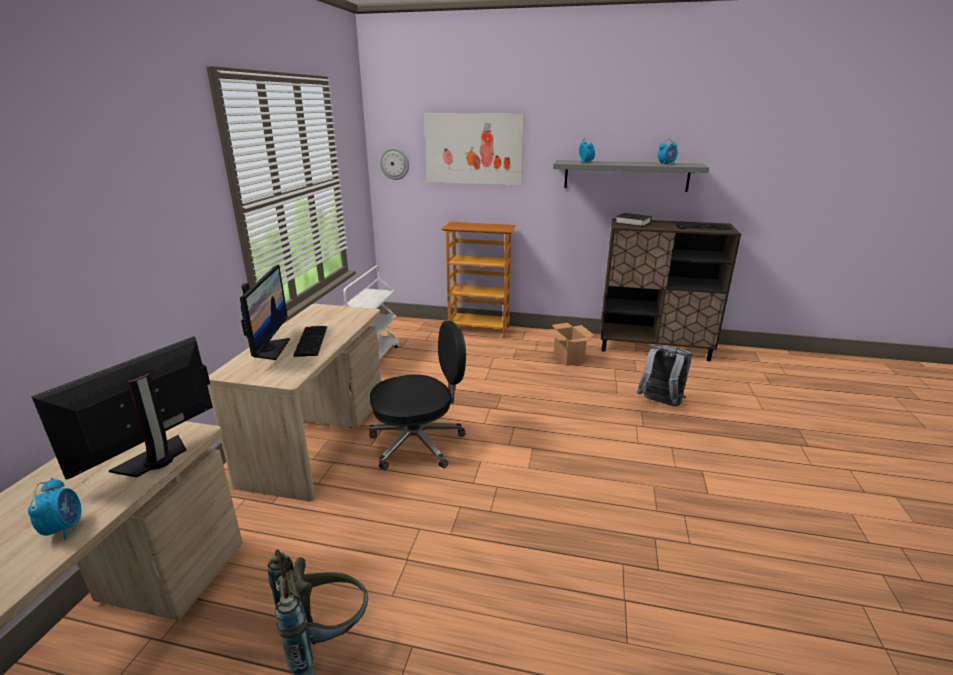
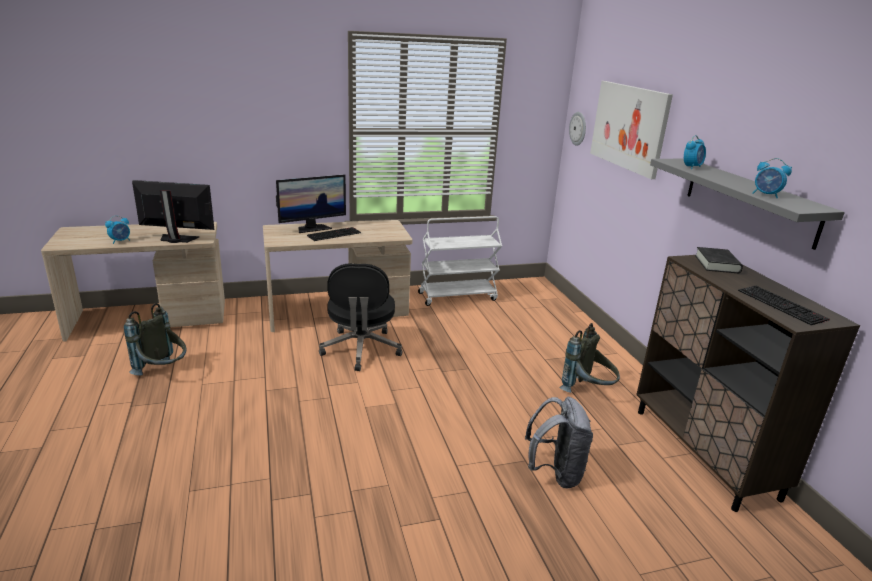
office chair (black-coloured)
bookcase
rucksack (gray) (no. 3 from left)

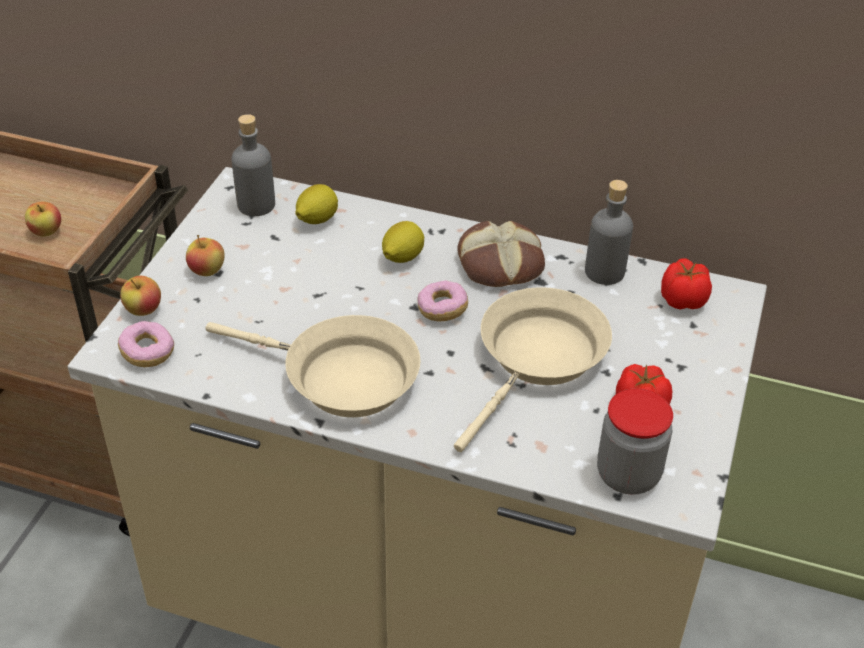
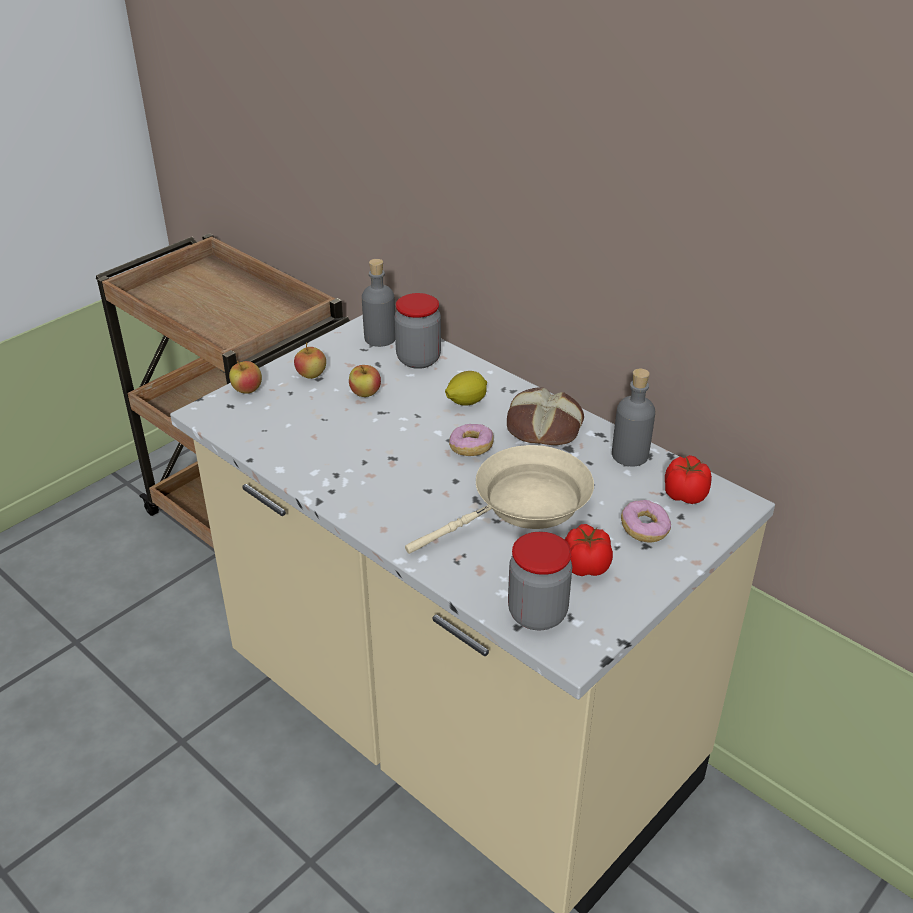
apple (no. 3 from left)
doughnut (no. 2 from left)
frying pan (beige) (no. 1 from left in the first image)
jar (no. 1 from left)

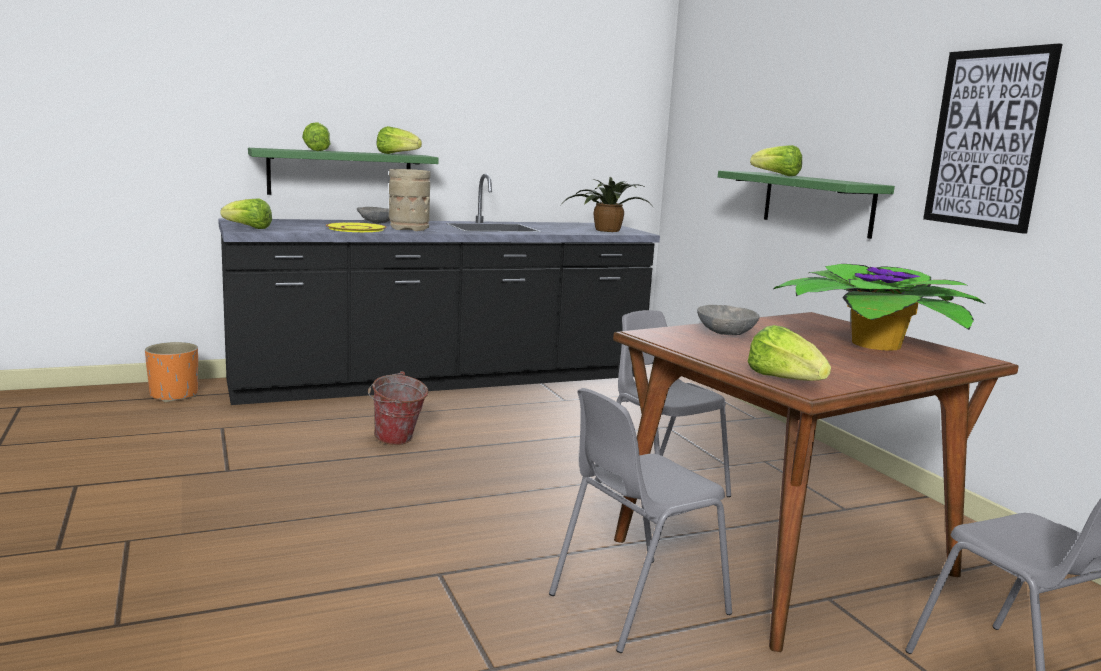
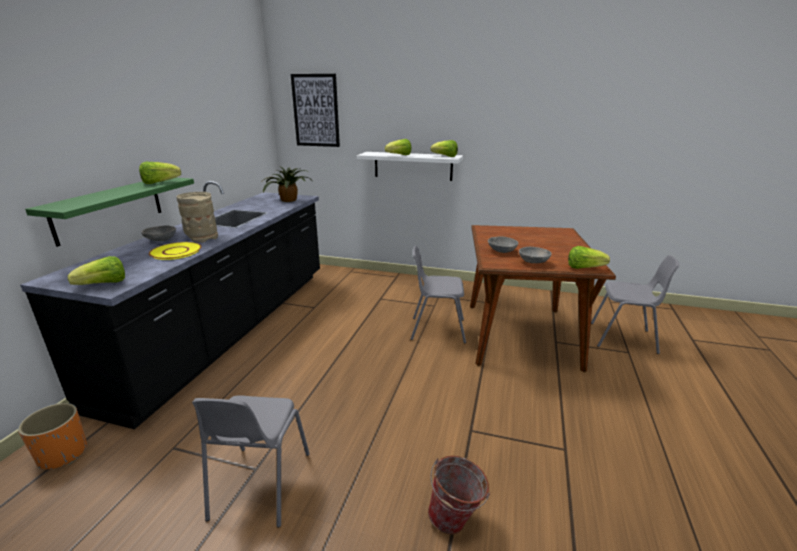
lettuce (no. 4 from left)
bucket
chair (gray) (no. 1 from left)
bracket shelf (white)
houseplant (no. 2 from left in the first image)
wall art
bowl (gray) (no. 3 from left)

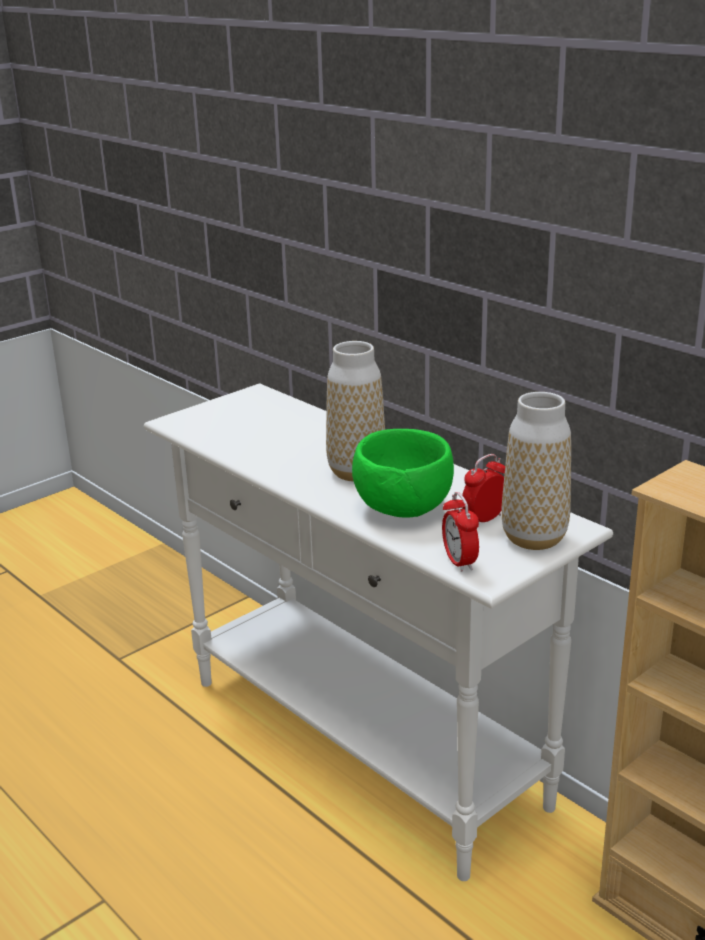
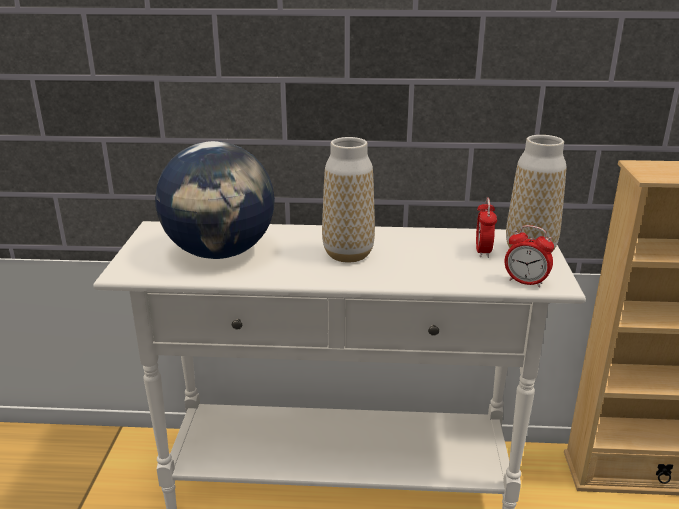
bowl (green)
globe

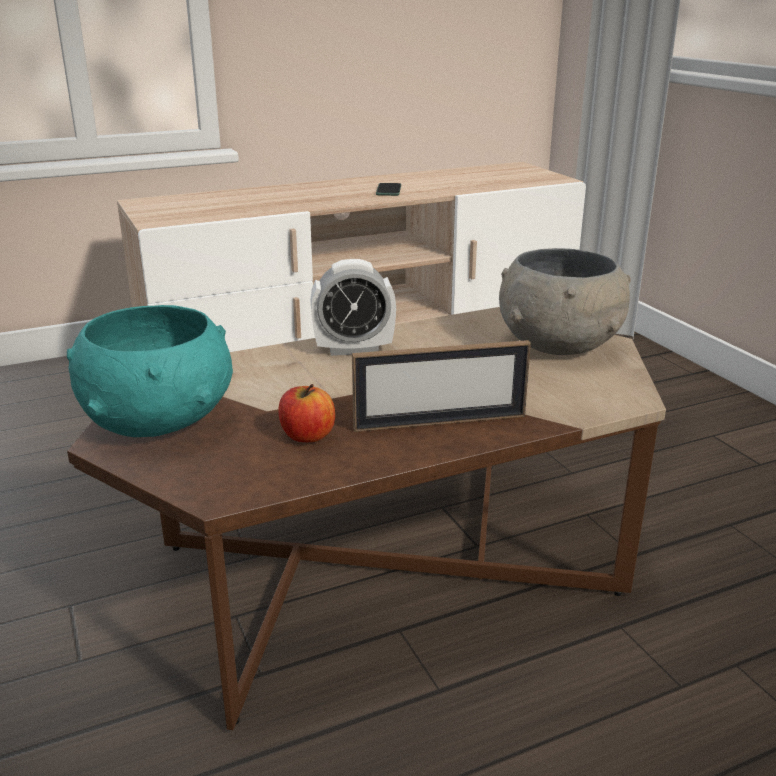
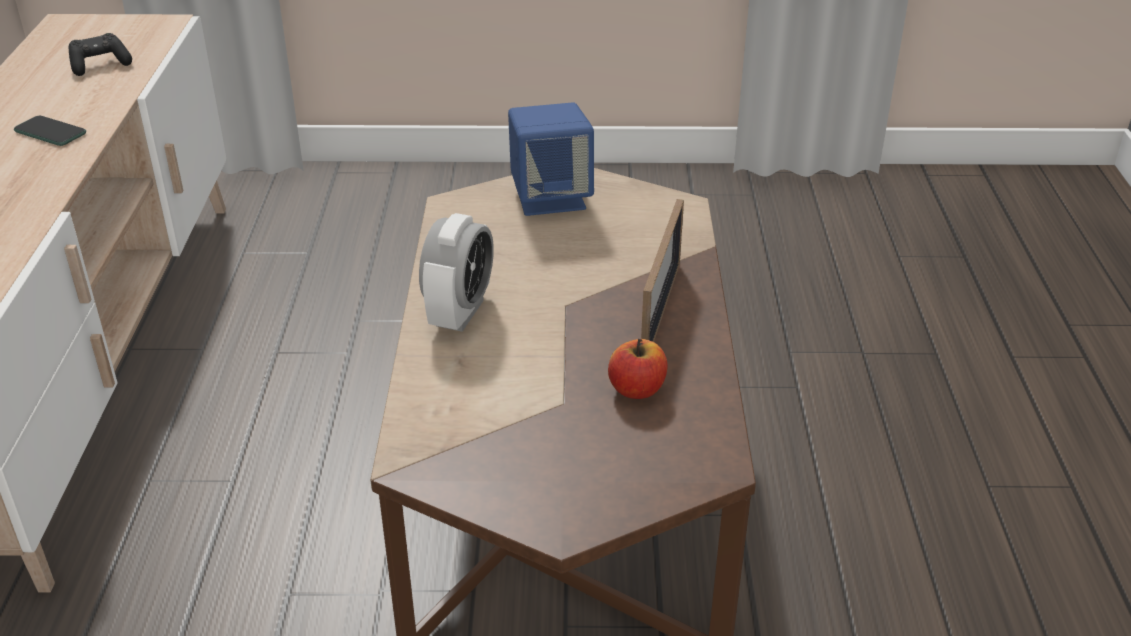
bowl (turquoise-coloured)
speaker (bluish)
joypad (black-coloured)

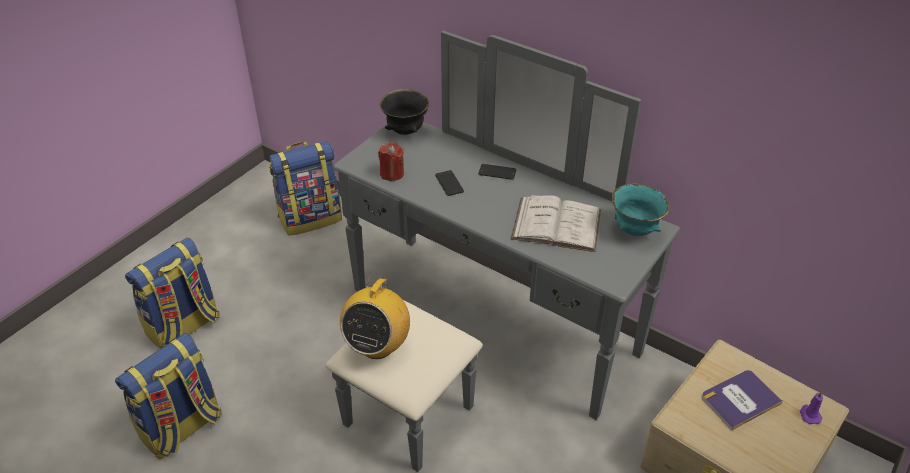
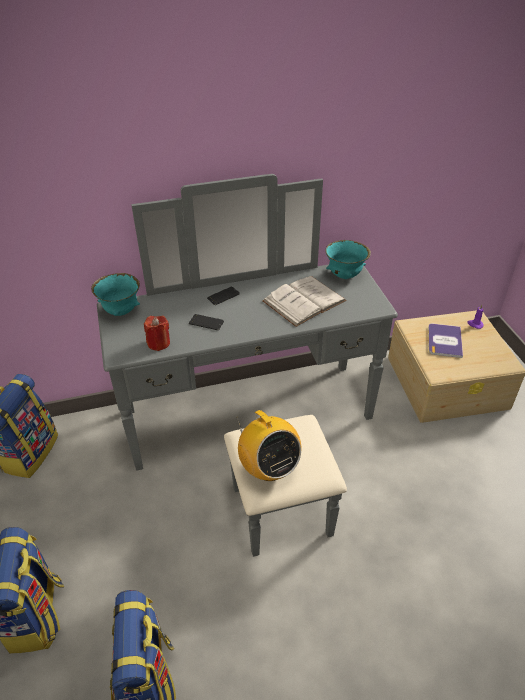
bowl (turquoise-coloured) (no. 1 from left)

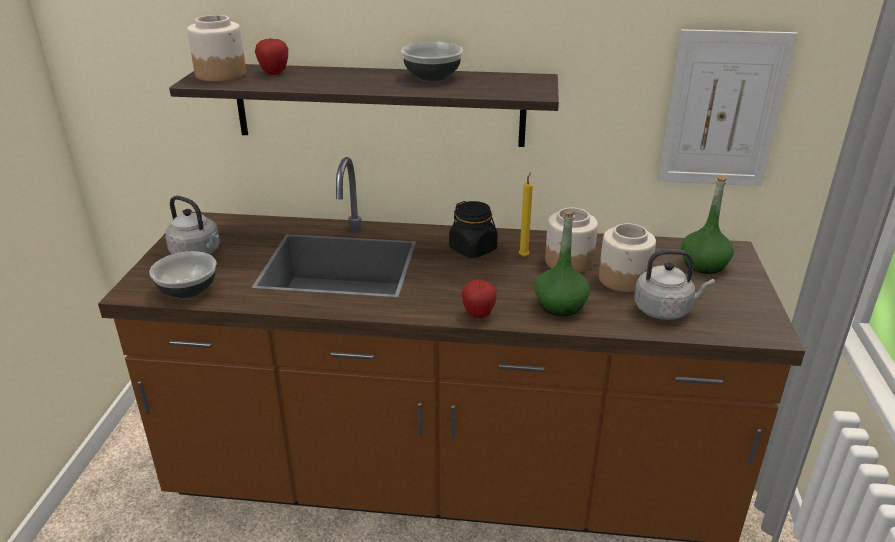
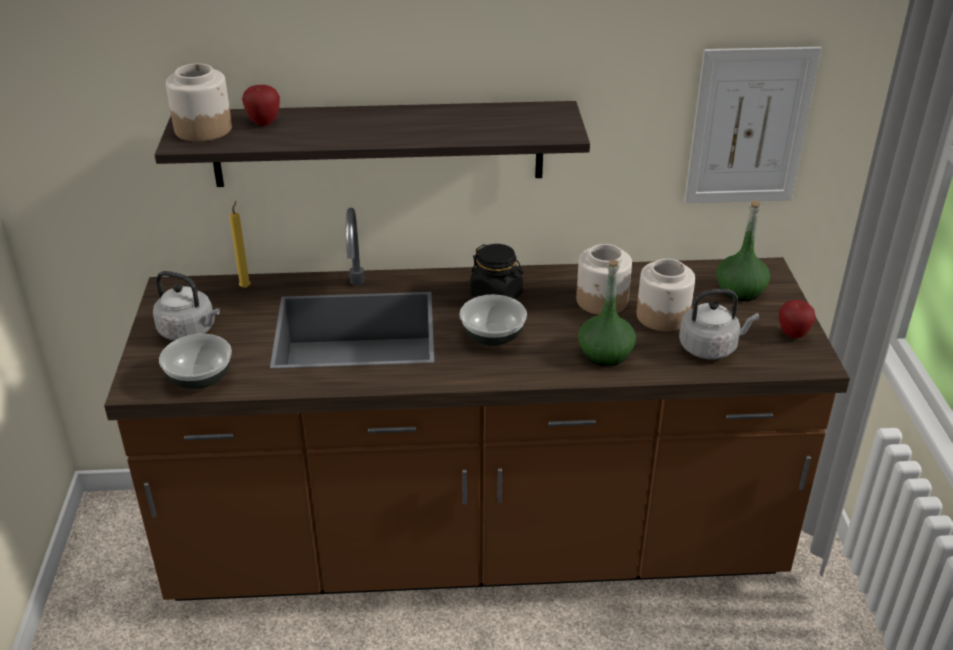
bowl (no. 2 from left)
apple (no. 2 from left)
wax light (yellowish)

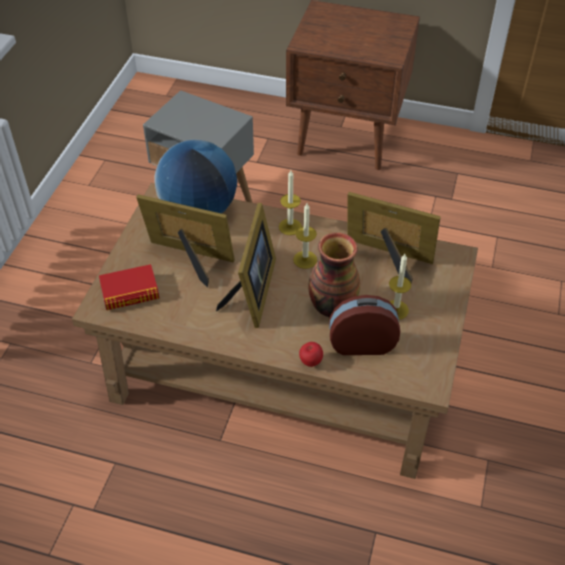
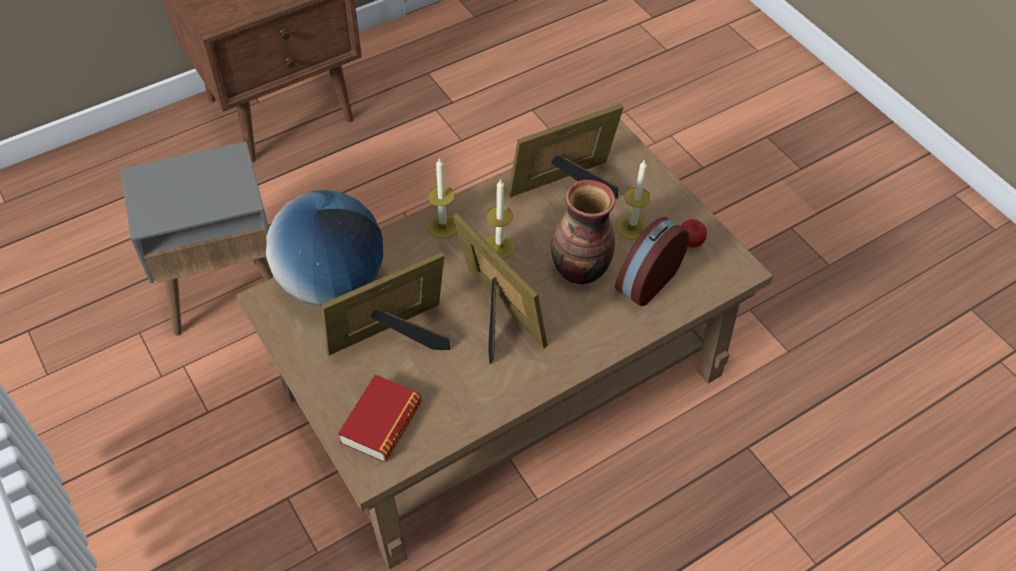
apple

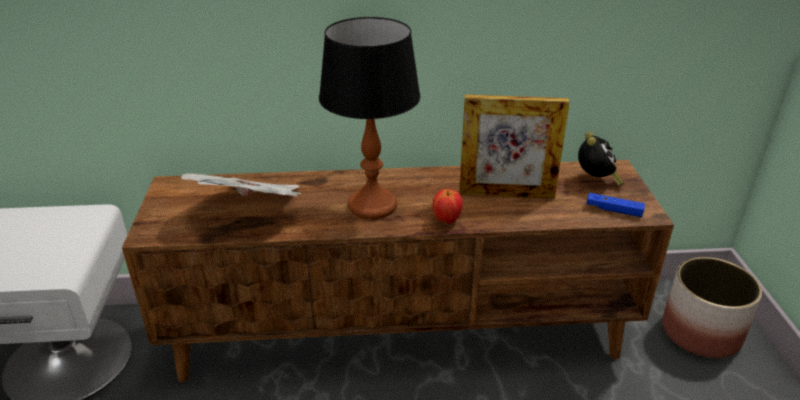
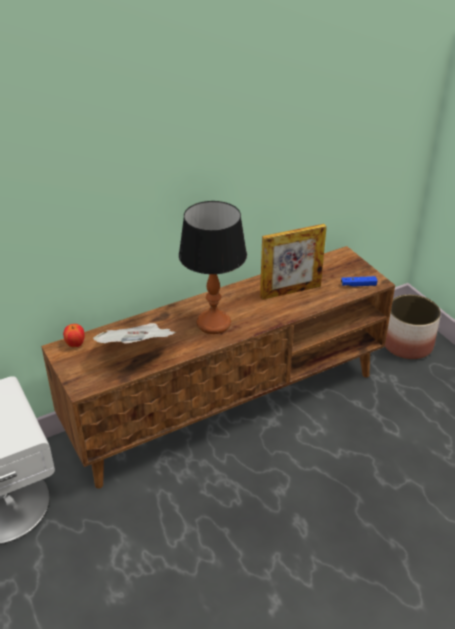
apple
table clock

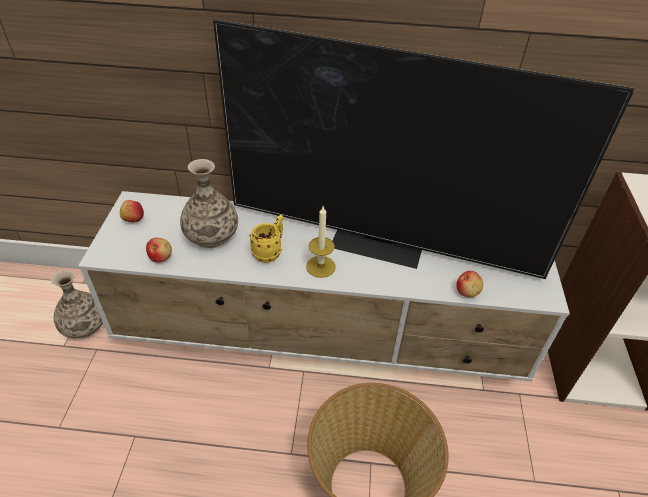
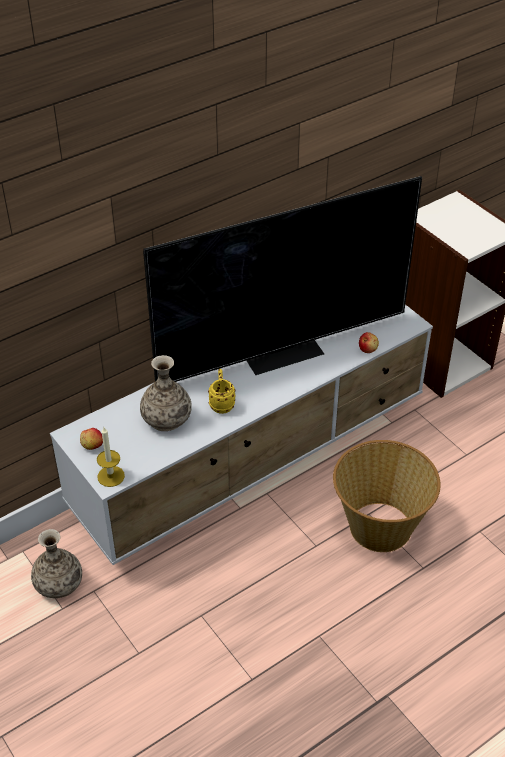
apple (no. 2 from left in the first image)
wax light

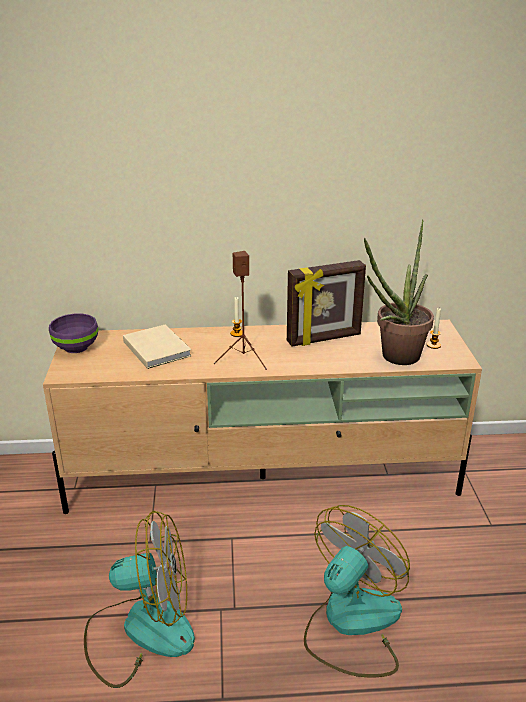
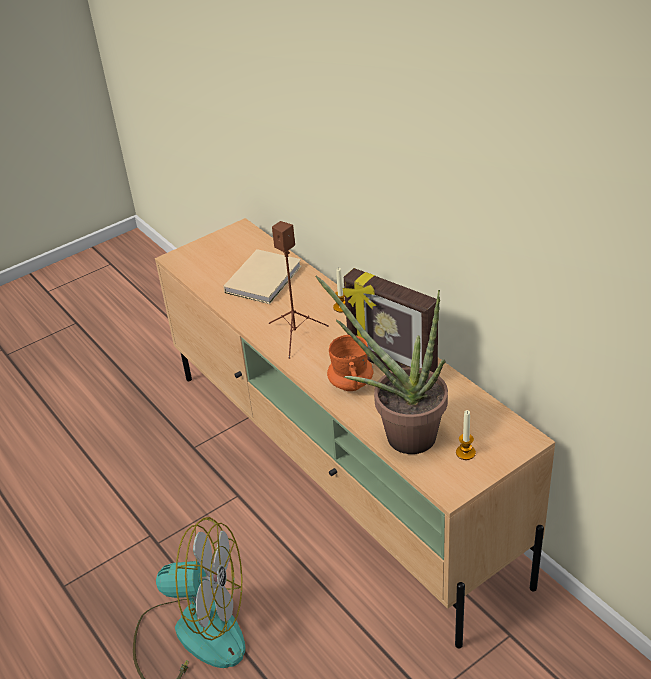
bowl (purple)
fan (no. 1 from left in the first image)
coffee mug (orange-coloured)

